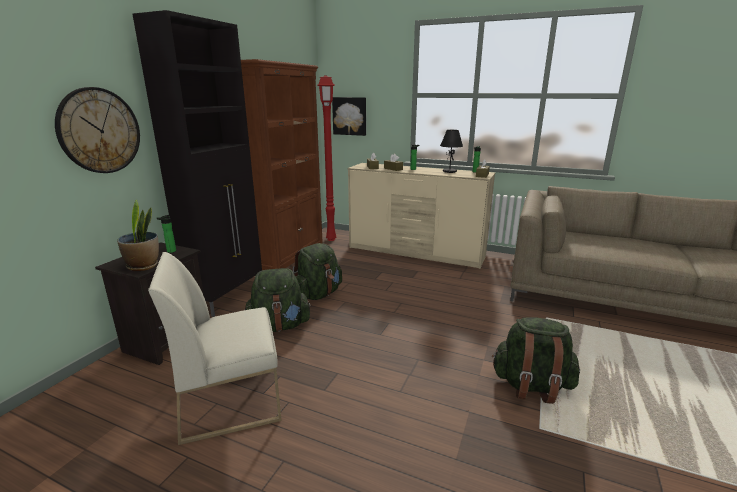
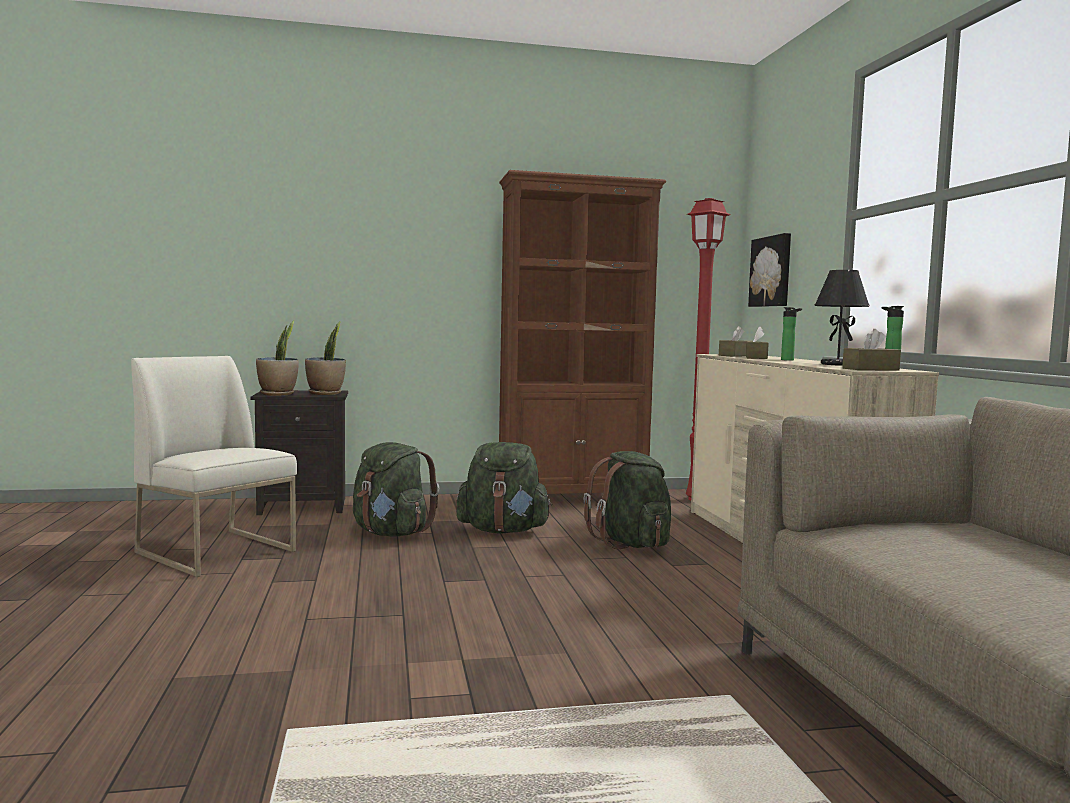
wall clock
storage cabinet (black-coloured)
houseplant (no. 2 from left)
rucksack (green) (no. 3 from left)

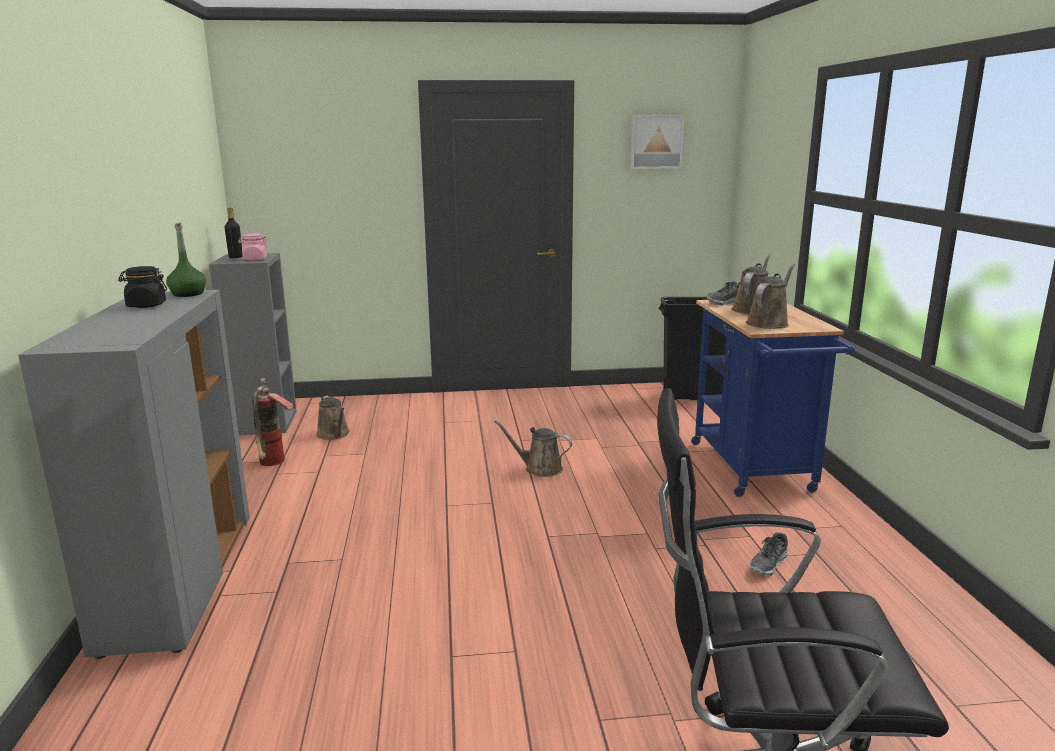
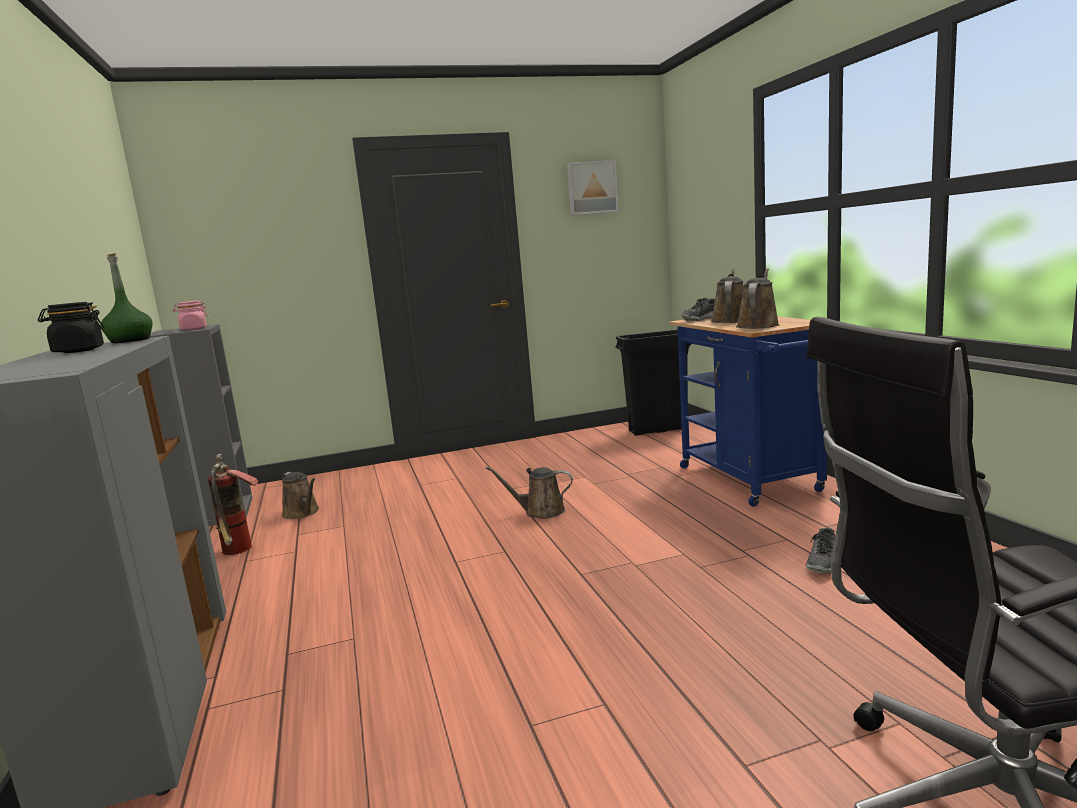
beverage bottle (black-coloured)

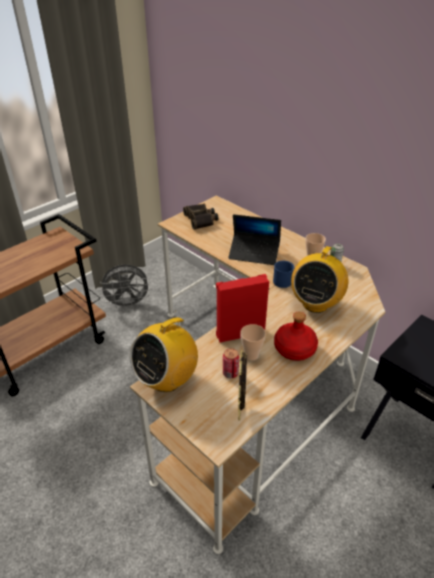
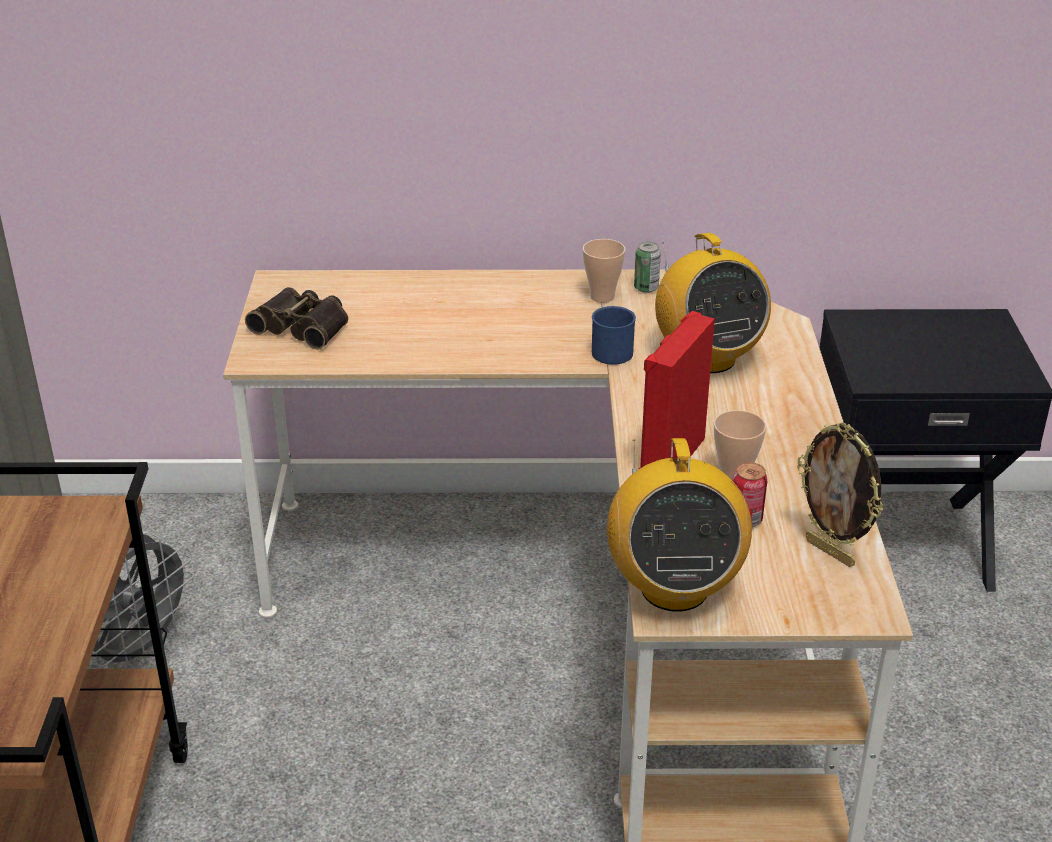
notebook computer
beverage bottle (reddish)

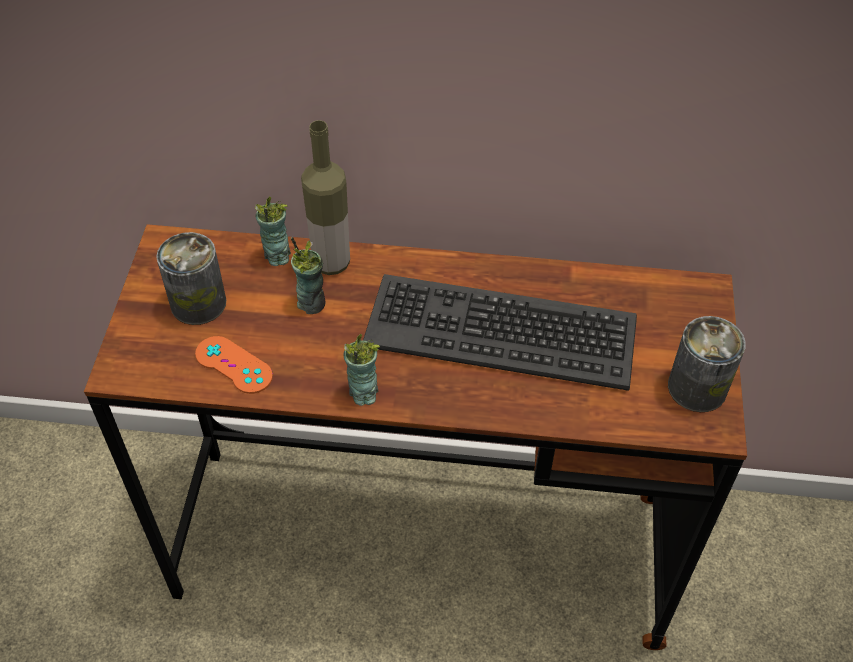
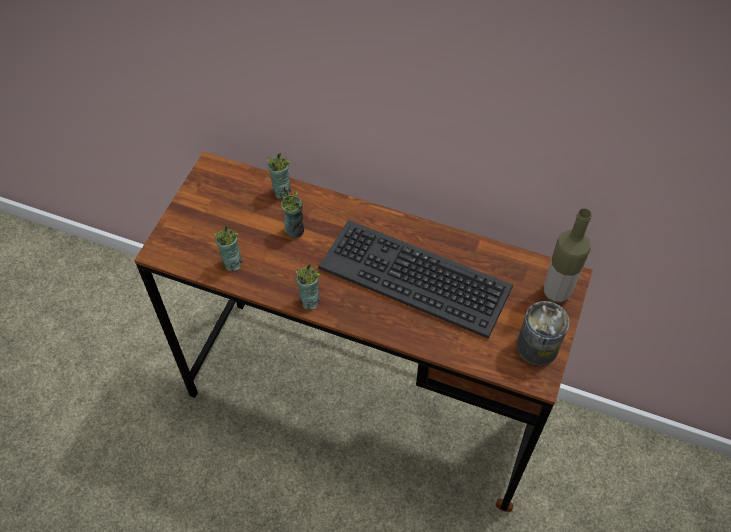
sealed can (no. 1 from left in the first image)
cup (no. 1 from left)
beverage bottle

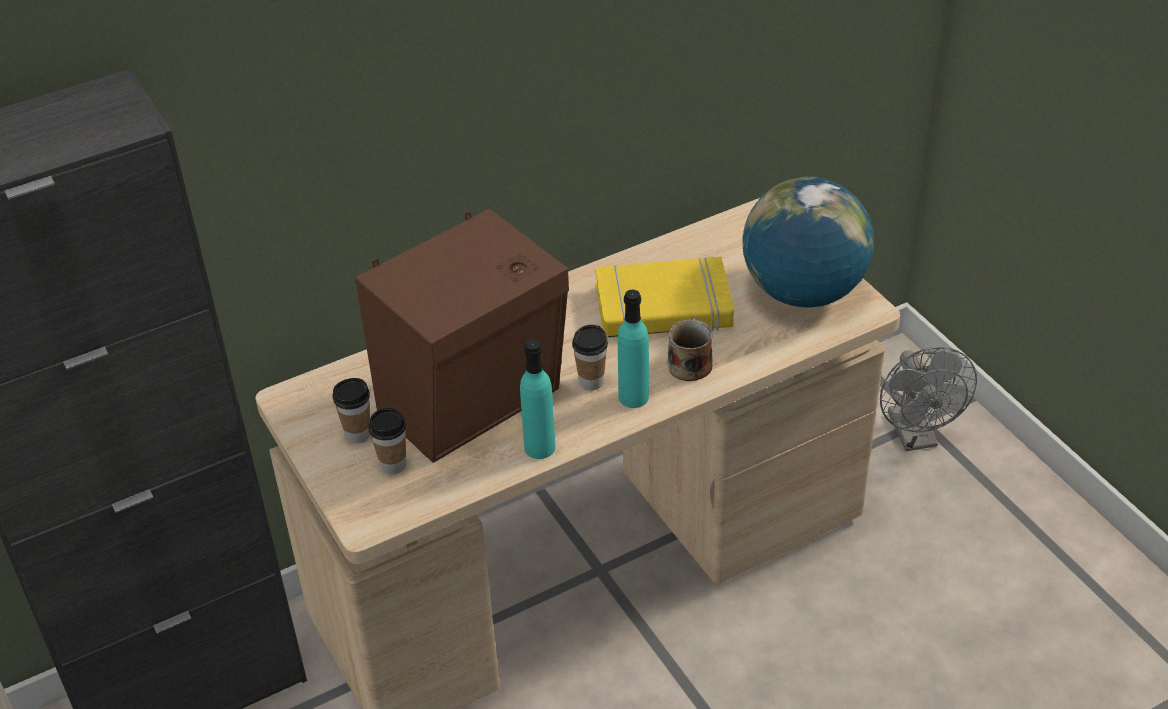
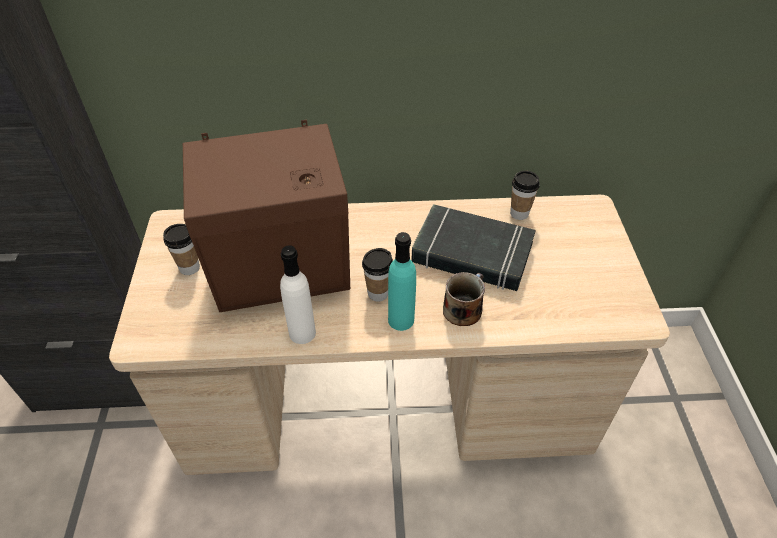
cup (no. 3 from left)
beverage bottle (white)
bound book (black-coloured)
globe
fan (gray)

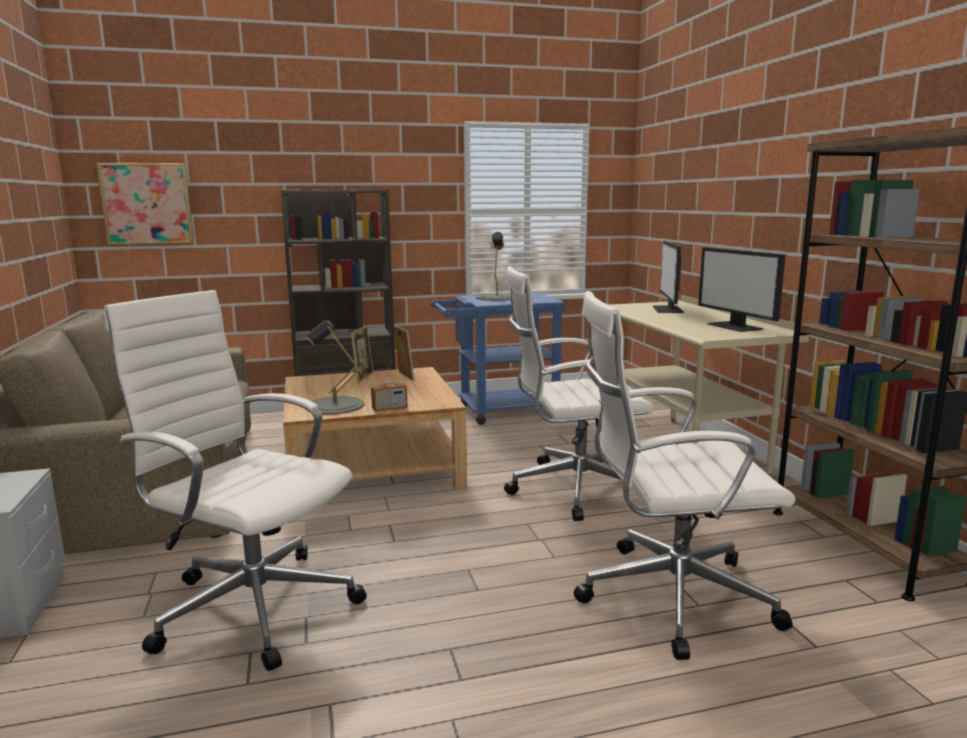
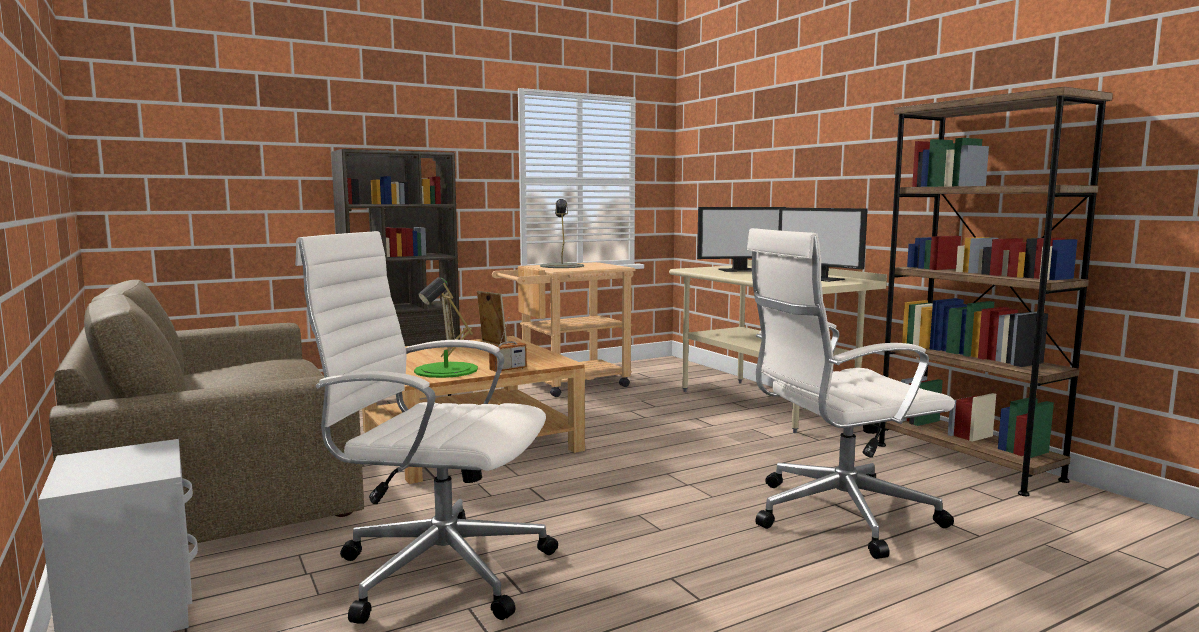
wall art
tabletop lamp (green)
cart (beige)
office chair (white) (no. 2 from left in the first image)
monitor (no. 1 from left)

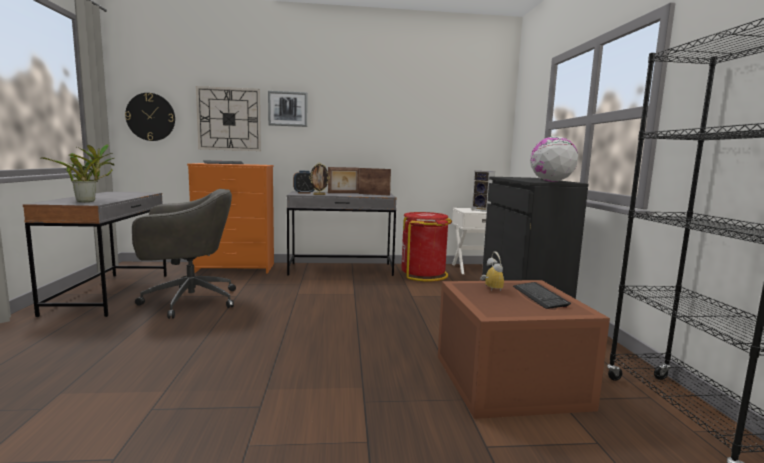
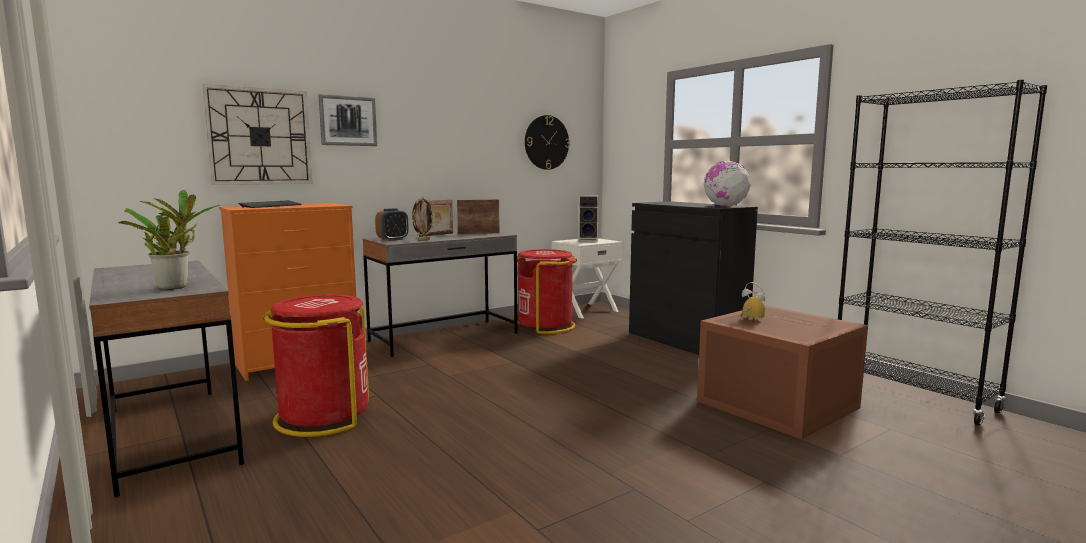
wall clock (no. 2 from left)
rubbish bin (reddish) (no. 1 from left)
PC keyboard (no. 2 from left in the first image)

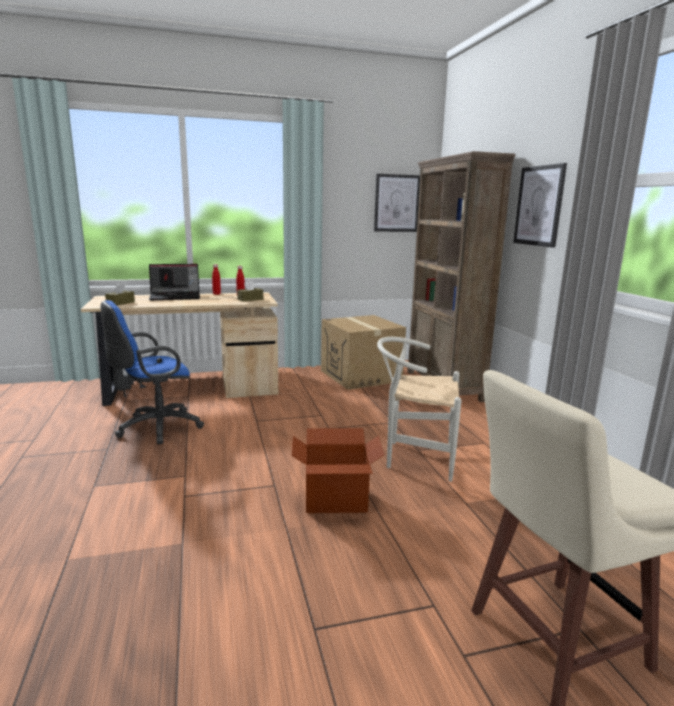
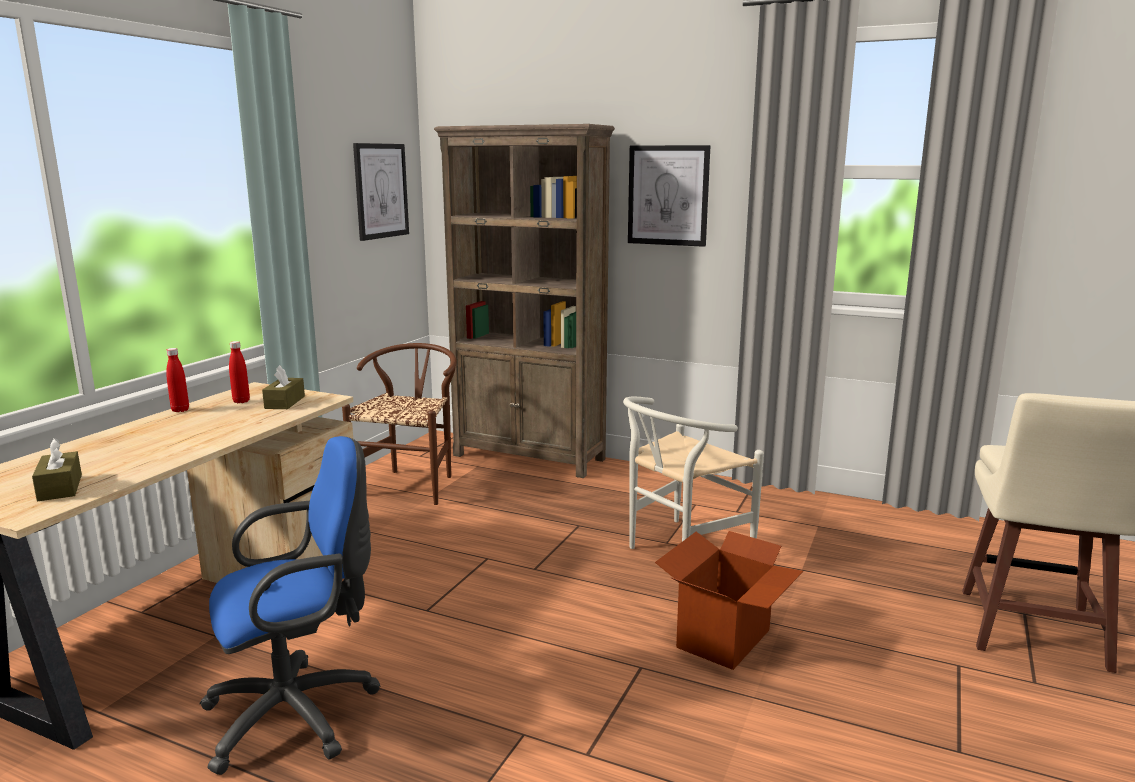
office chair (bluish)
notebook computer
chair (brown)

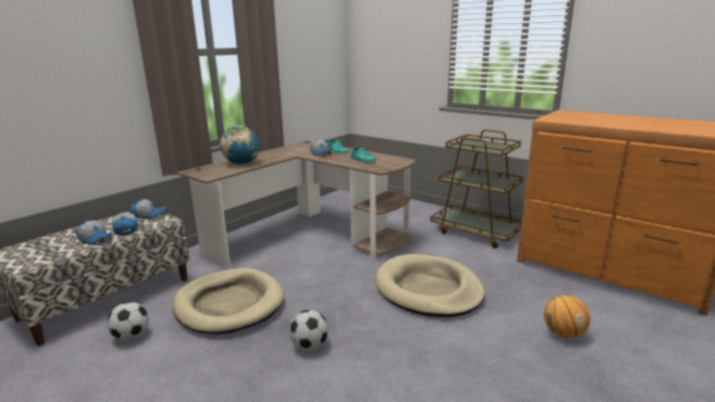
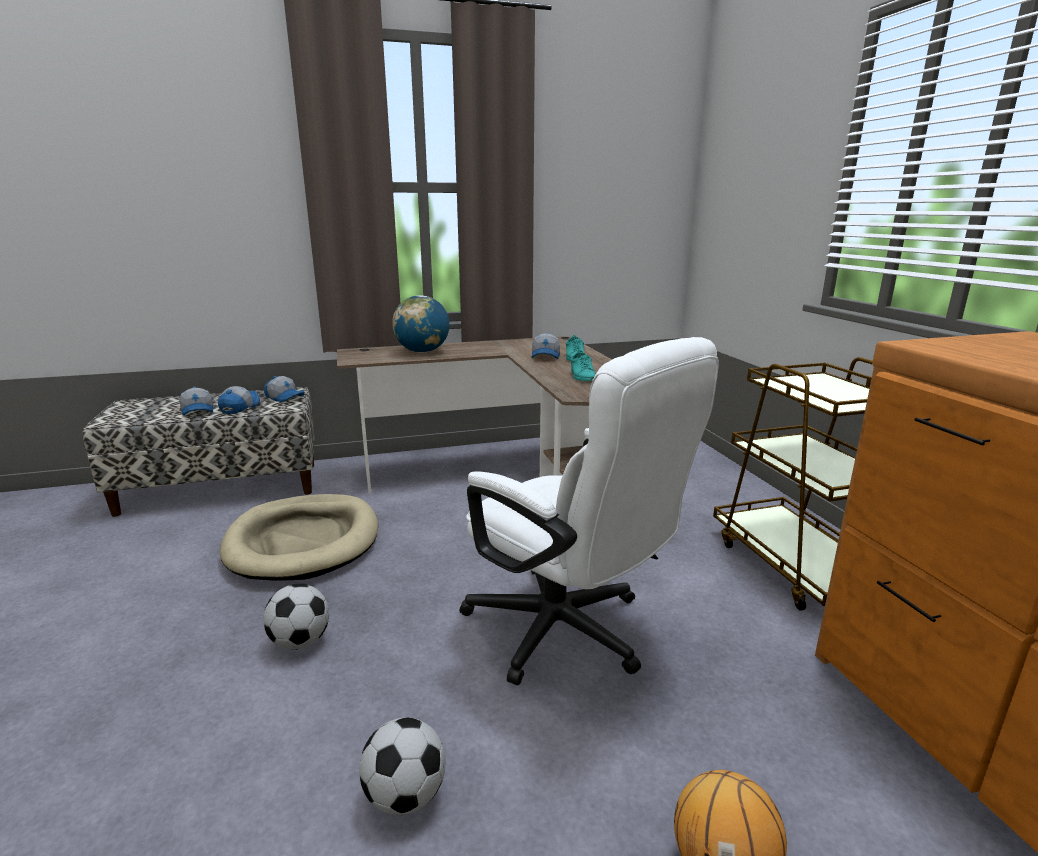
ball for football (no. 2 from left)
office chair (white)

